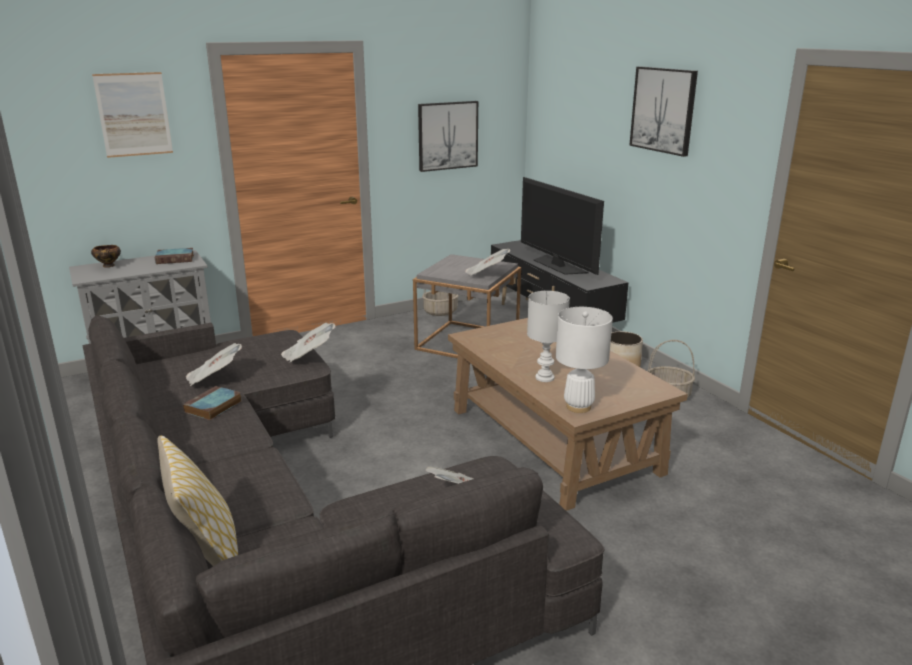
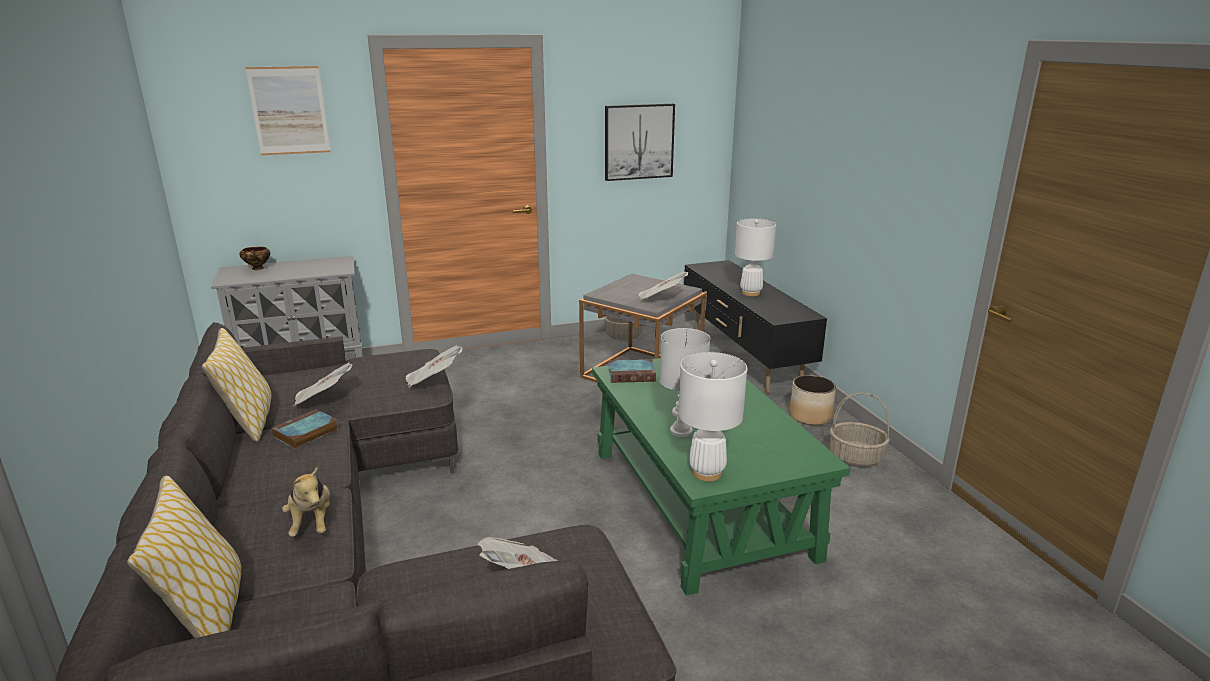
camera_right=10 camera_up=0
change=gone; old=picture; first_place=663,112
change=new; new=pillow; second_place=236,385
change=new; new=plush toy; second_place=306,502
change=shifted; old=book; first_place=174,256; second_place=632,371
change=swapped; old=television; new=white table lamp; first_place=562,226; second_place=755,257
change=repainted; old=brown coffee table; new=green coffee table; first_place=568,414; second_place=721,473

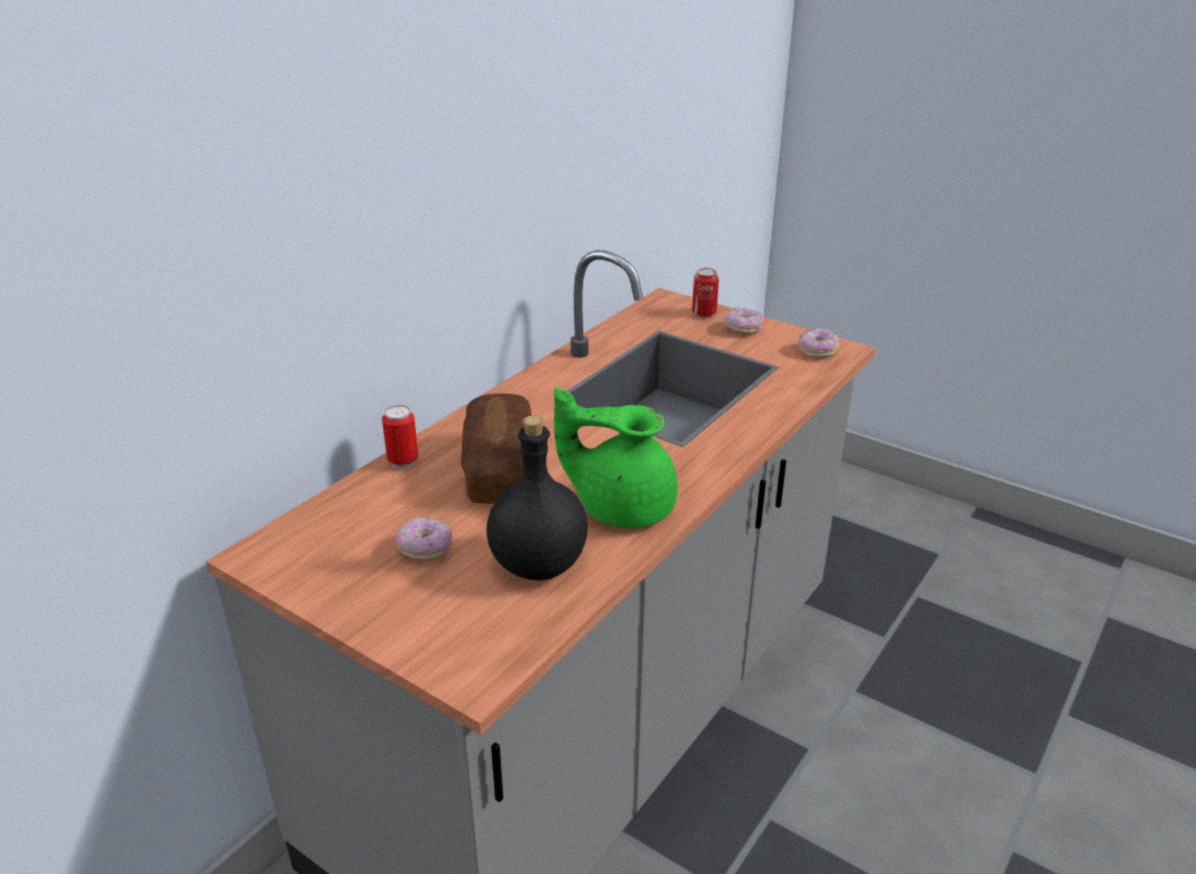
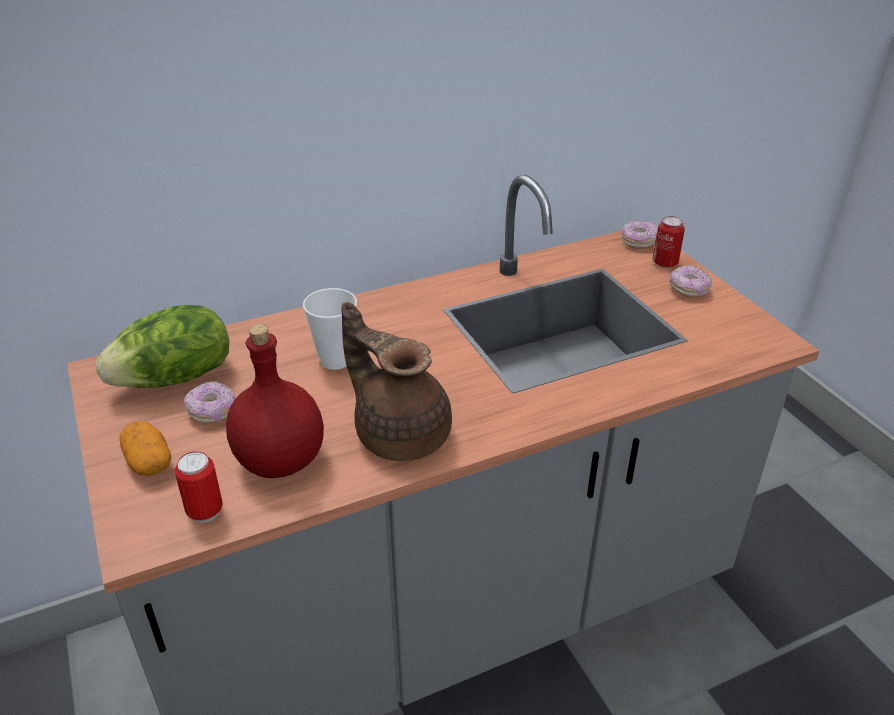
camera_right=30 camera_up=5
change=new; new=lettuce; second_place=162,346
change=new; new=potato; second_place=146,448
change=shifted; old=can; first_place=400,437; second_place=199,487
change=shifted; old=donut; first_place=819,343; second_place=639,235
change=swapped; old=bread; new=cup; first_place=496,448; second_place=330,329
change=repainted; old=black bottle; new=red bottle; first_place=537,498; second_place=275,401
change=repainted; old=green teapot; new=brown teapot; first_place=616,457; second_place=396,381

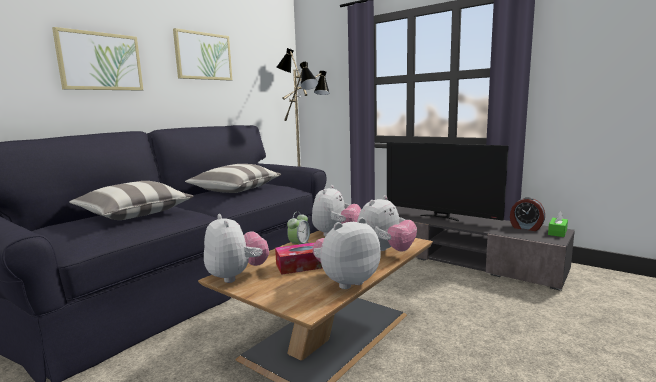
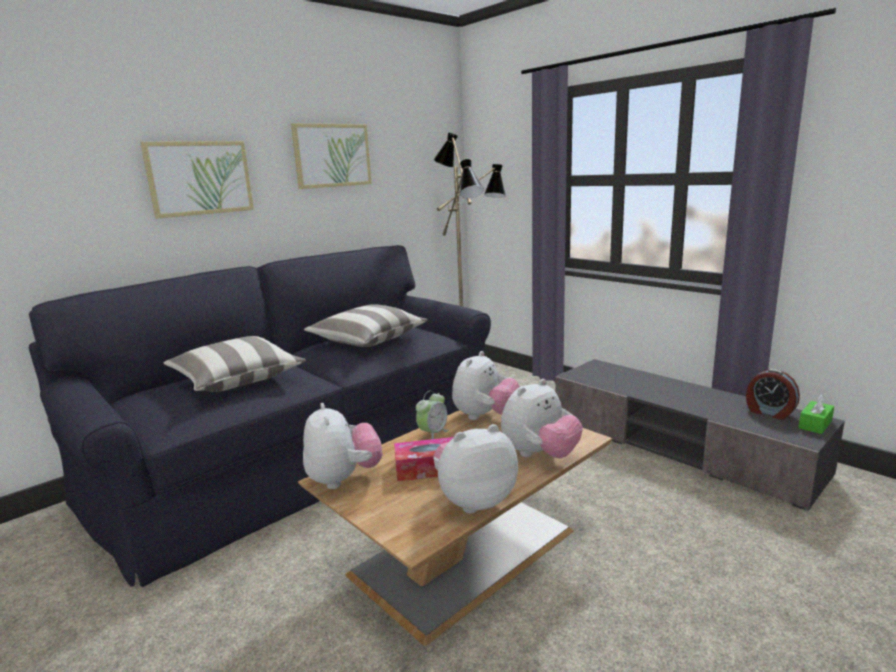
camera_right=10 camera_up=5
change=gone; old=television; first_place=448,181

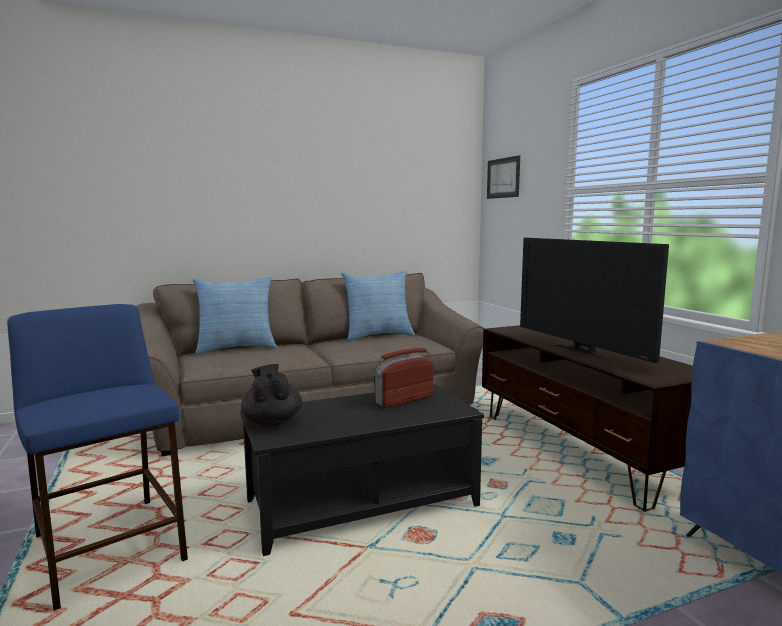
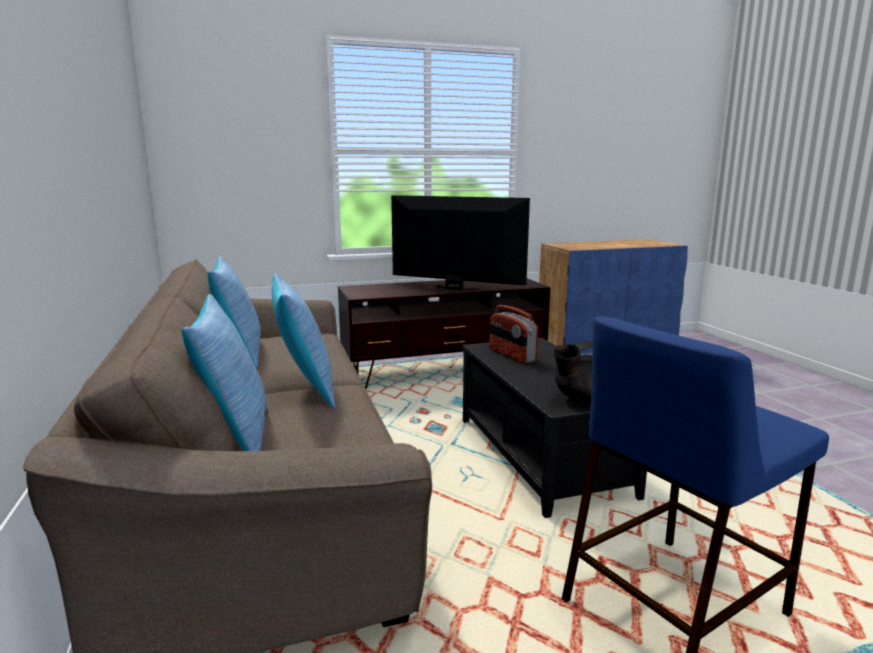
camera_right=-85 camera_up=5
change=gone; old=picture; first_place=503,177
change=new; new=pillow; second_place=303,341
change=rotated; old=television; first_place=594,300; second_place=460,242; degrees=-135

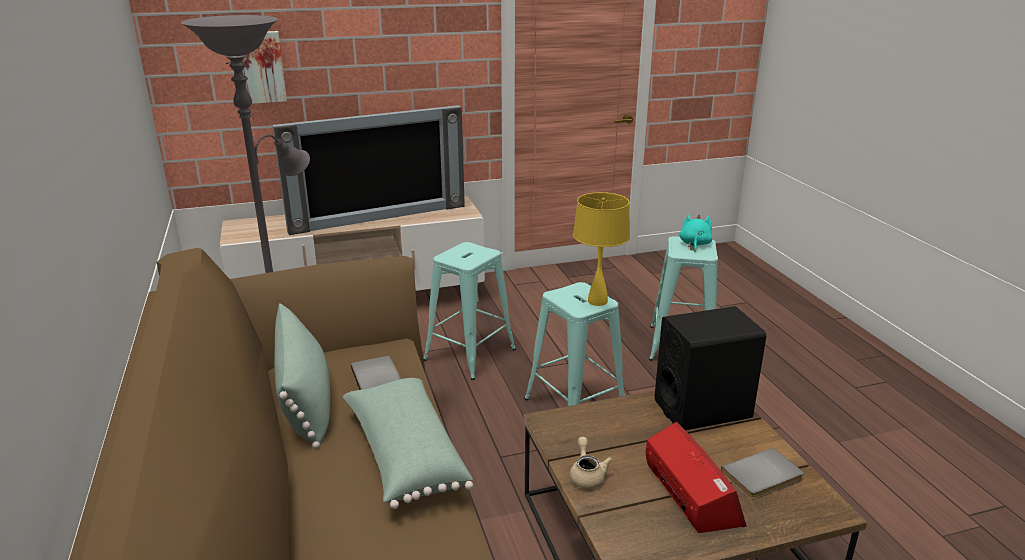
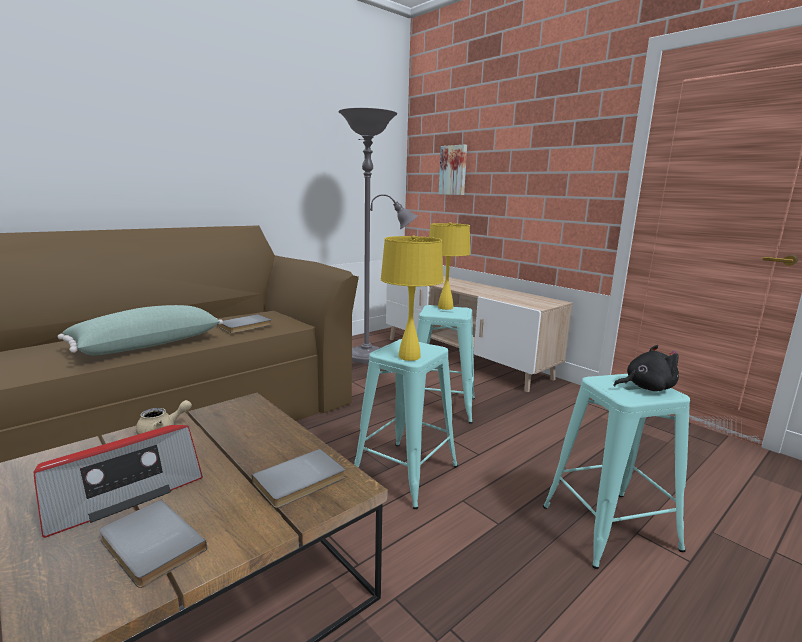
camera_right=65 camera_up=-10
change=gone; old=television; first_place=368,170
change=gone; old=green pillow; first_place=302,376
change=new; new=yellow table lamp; second_place=449,266
change=swapped; old=black speaker; new=grey book; first_place=710,368; second_place=298,478
change=repainted; old=turquoise plush toy; new=black plush toy; first_place=695,233; second_place=646,368

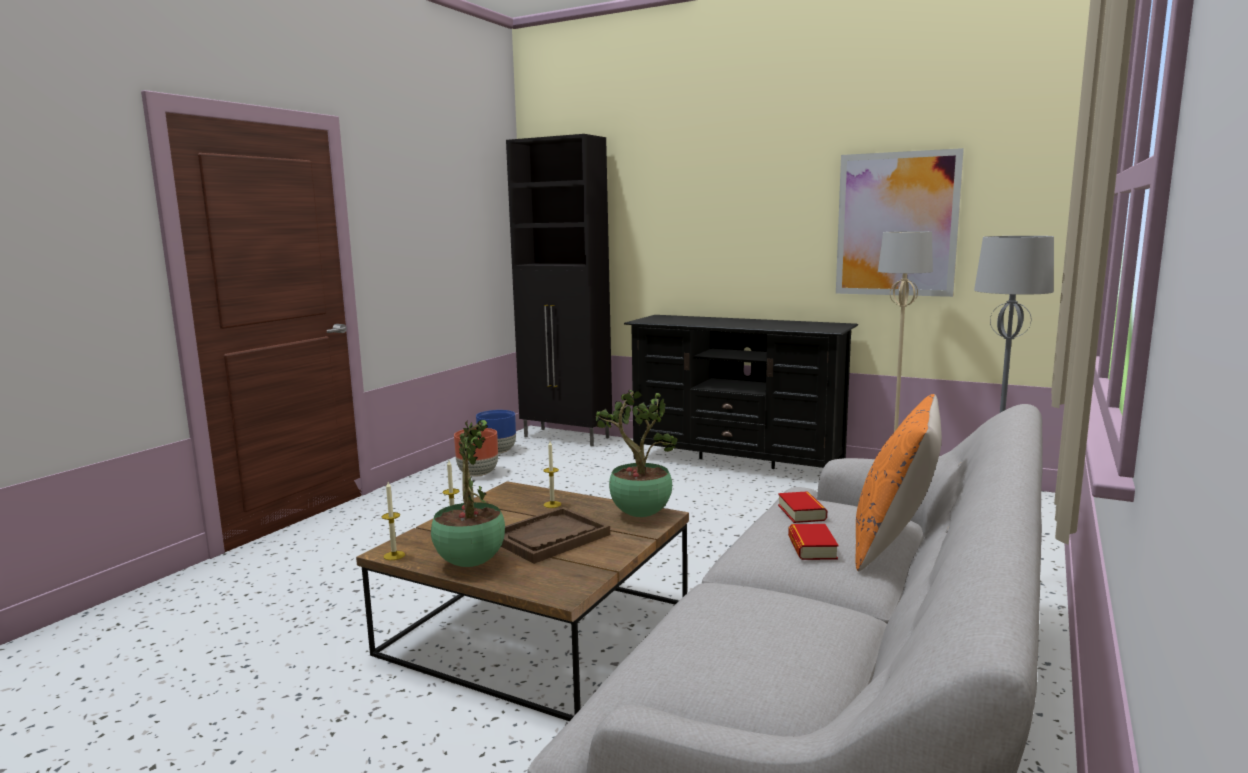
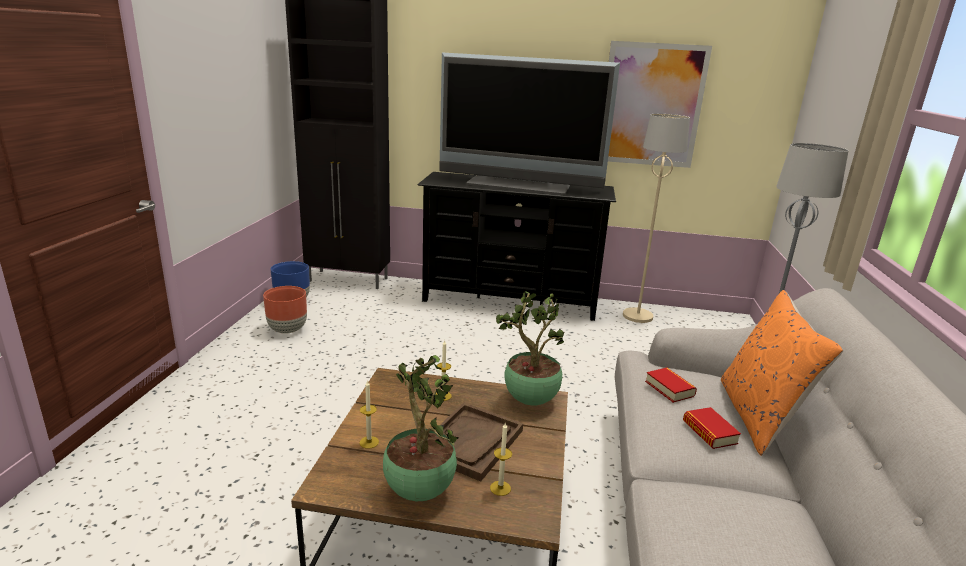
camera_right=-20 camera_up=10
change=new; new=television; second_place=529,124
change=shifted; old=candle; first_place=393,521; second_place=501,459

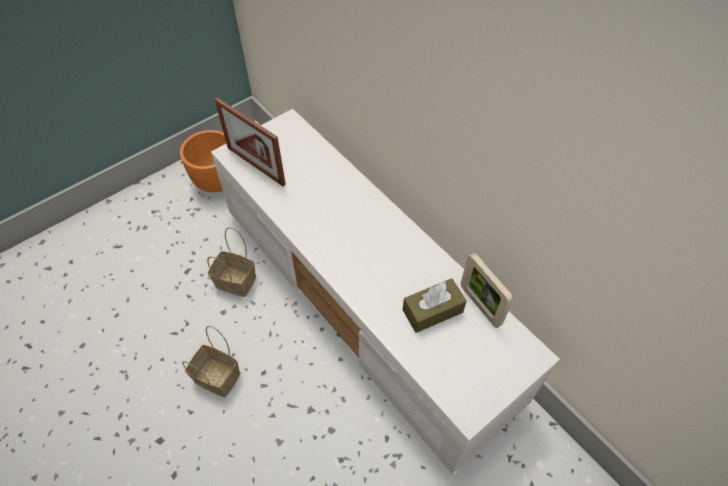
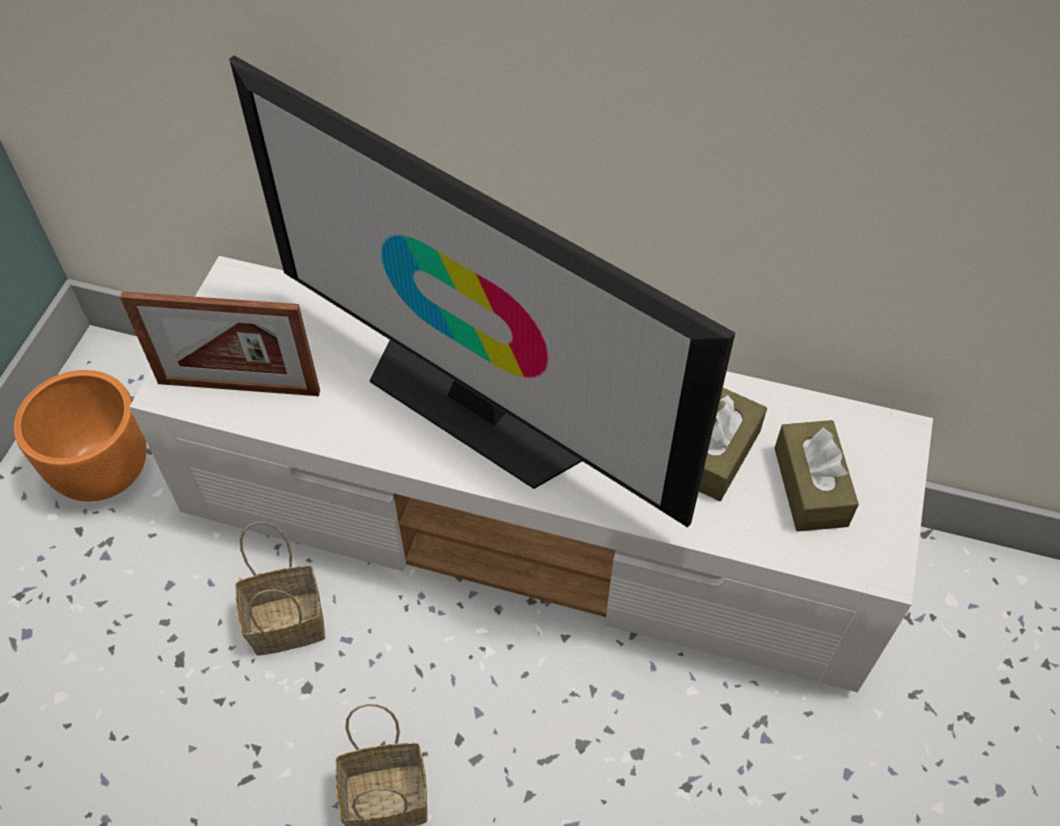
camera_right=-35 camera_up=0
change=gone; old=picture frame; first_place=487,290
change=new; new=television; second_place=482,292
change=new; new=brown tissue box; second_place=816,476

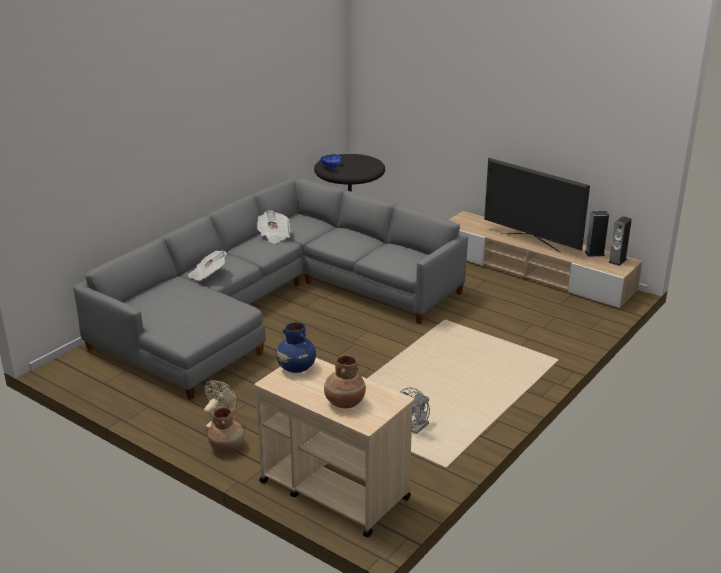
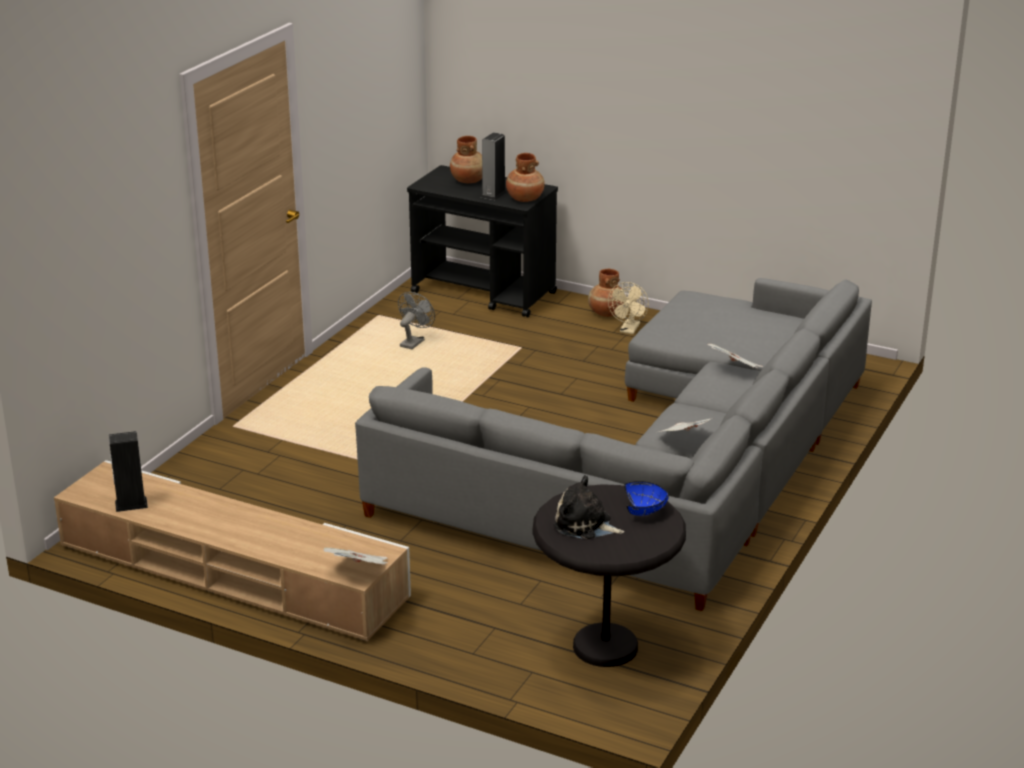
camera_right=170 camera_up=0
change=gone; old=television; first_place=537,205
change=new; new=newspaper; second_place=355,556
change=new; new=plush toy; second_place=588,507
change=shifted; old=speaker; first_place=620,241; second_place=493,166
change=repainted; old=beige cart; new=black cart; first_place=334,448; second_place=482,241
change=repainted; old=blue vase; new=brown vase; first_place=296,347; second_place=525,177

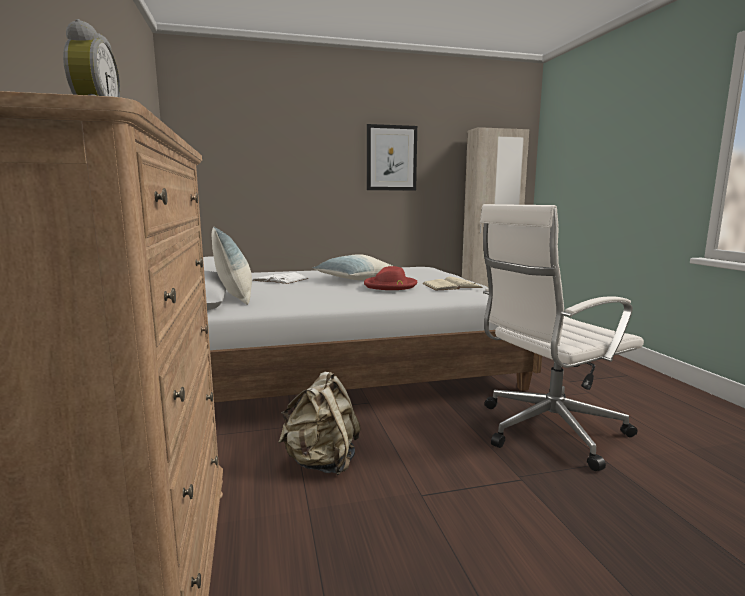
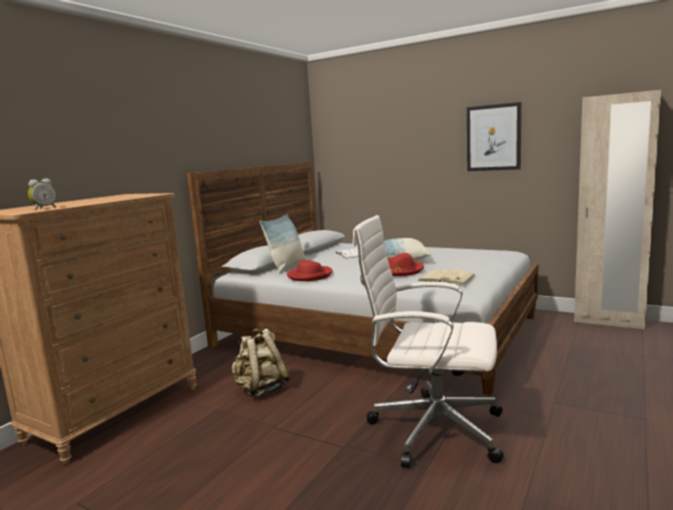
camera_right=45 camera_up=0
change=new; new=red hat; second_place=310,270

